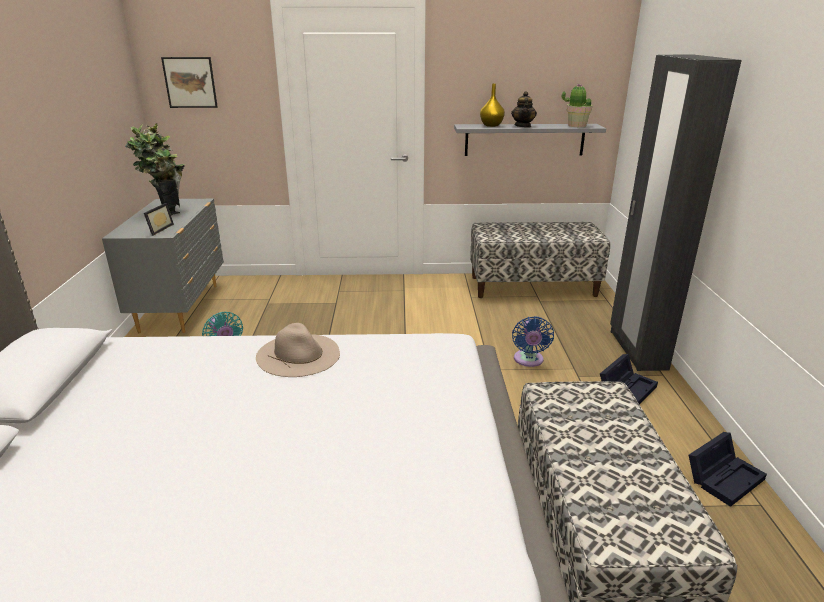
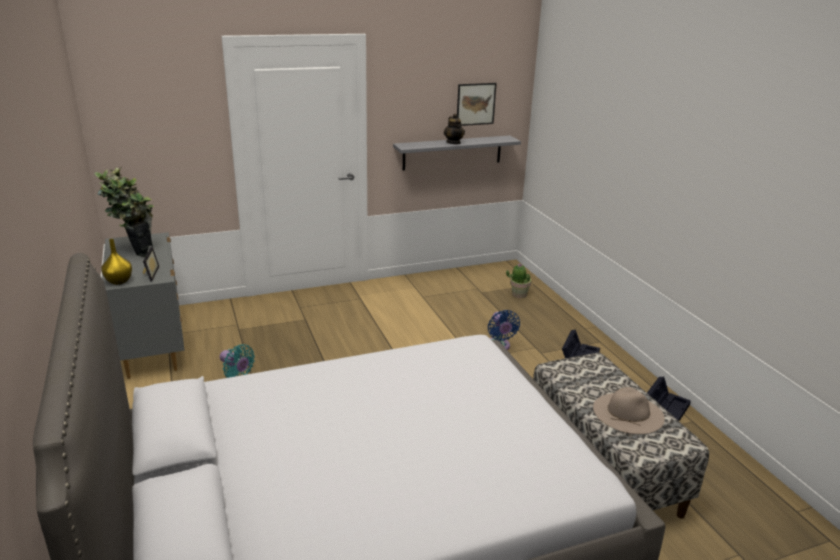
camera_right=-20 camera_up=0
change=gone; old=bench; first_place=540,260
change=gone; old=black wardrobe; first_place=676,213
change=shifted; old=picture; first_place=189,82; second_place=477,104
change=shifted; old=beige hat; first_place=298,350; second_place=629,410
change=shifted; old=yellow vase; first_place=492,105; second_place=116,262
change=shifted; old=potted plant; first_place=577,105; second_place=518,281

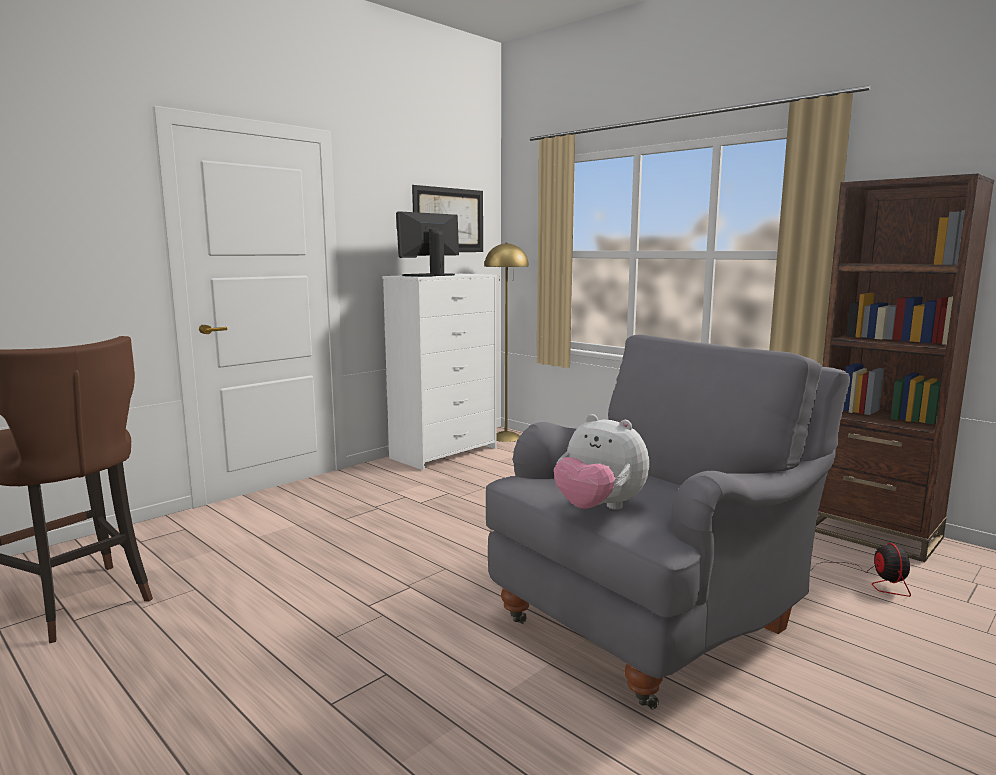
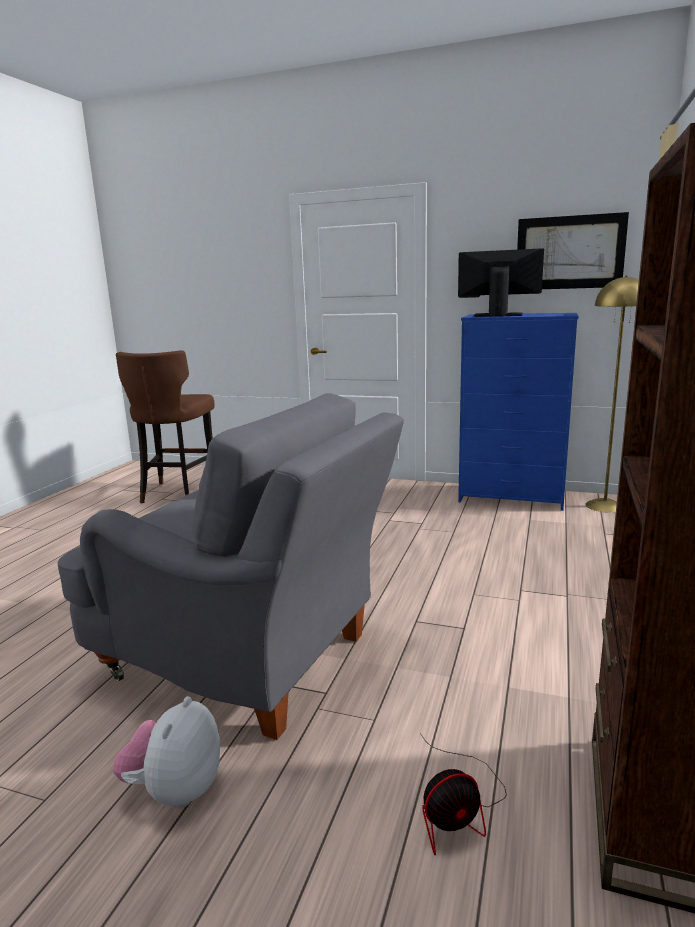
camera_right=65 camera_up=5
change=shifted; old=plush toy; first_place=601,462; second_place=166,752
change=repainted; old=white dresser; new=blue dresser; first_place=439,372; second_place=518,412

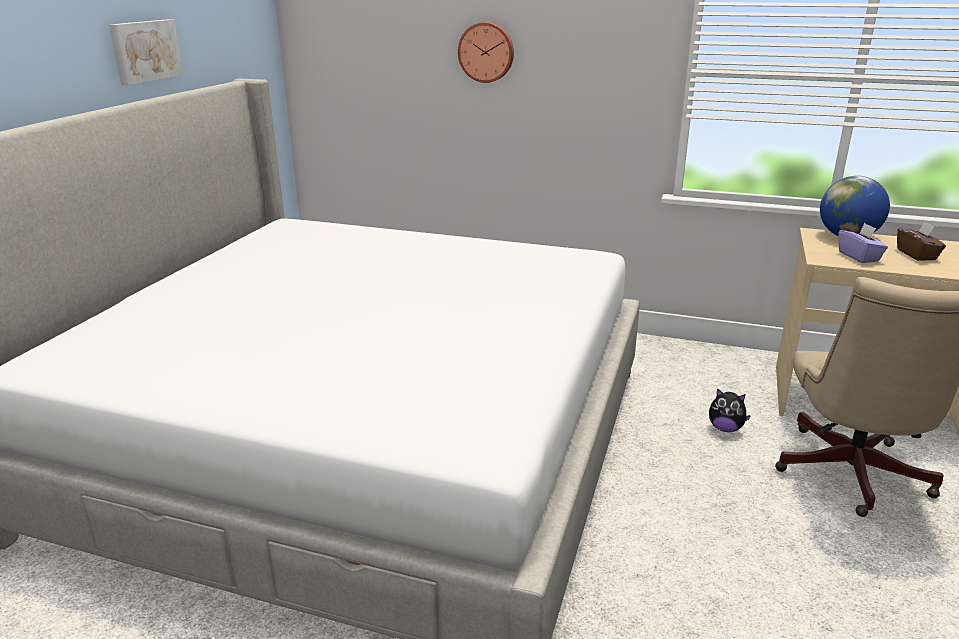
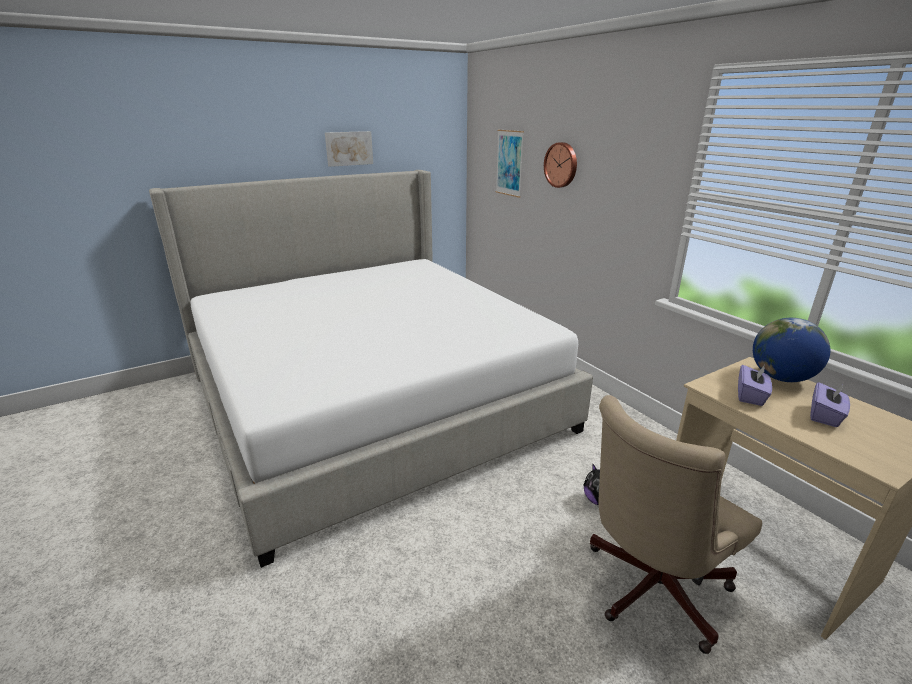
camera_right=40 camera_up=0
change=new; new=picture; second_place=510,164
change=repainted; old=brown tissue box; new=purple tissue box; first_place=921,241; second_place=830,404

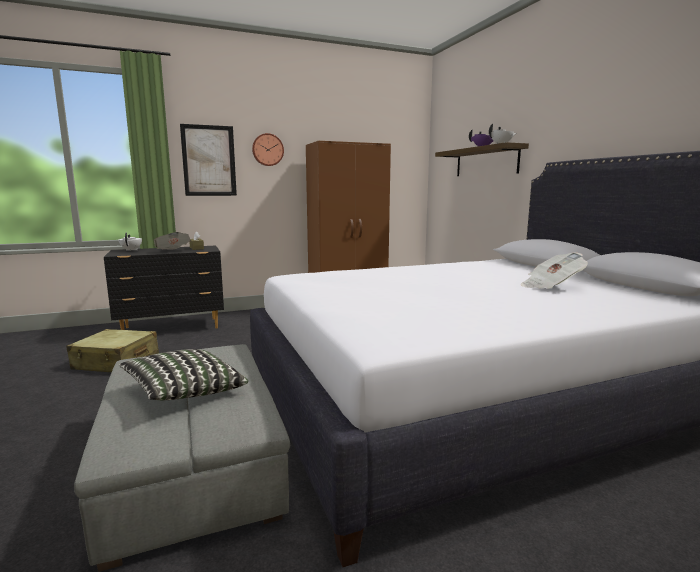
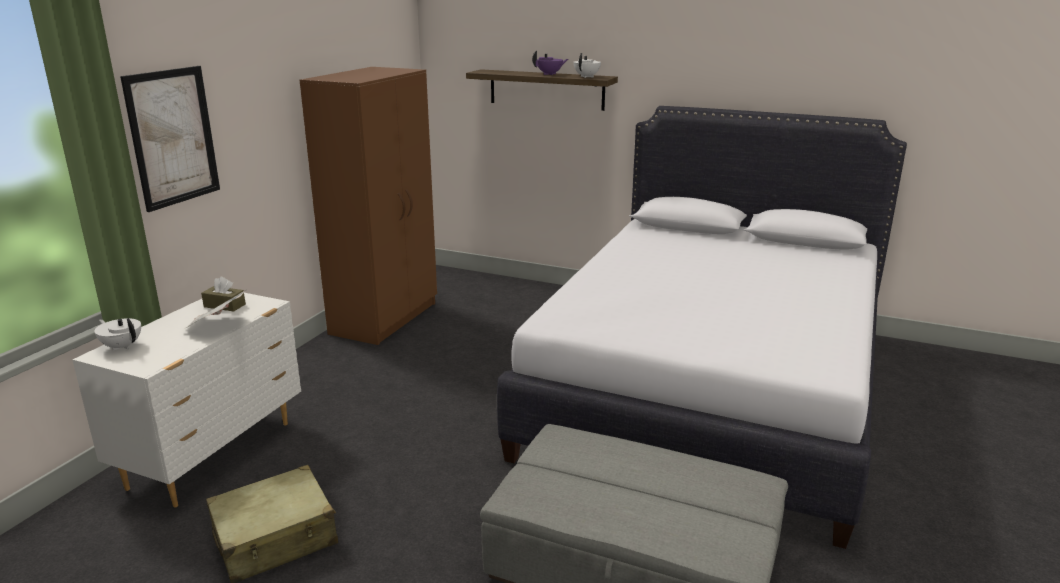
camera_right=-45 camera_up=10
change=gone; old=pillow; first_place=183,374
change=gone; old=wall clock; first_place=268,149
change=gone; old=newspaper; first_place=554,270
change=repainted; old=black dresser; new=white dresser; first_place=164,287; second_place=186,400

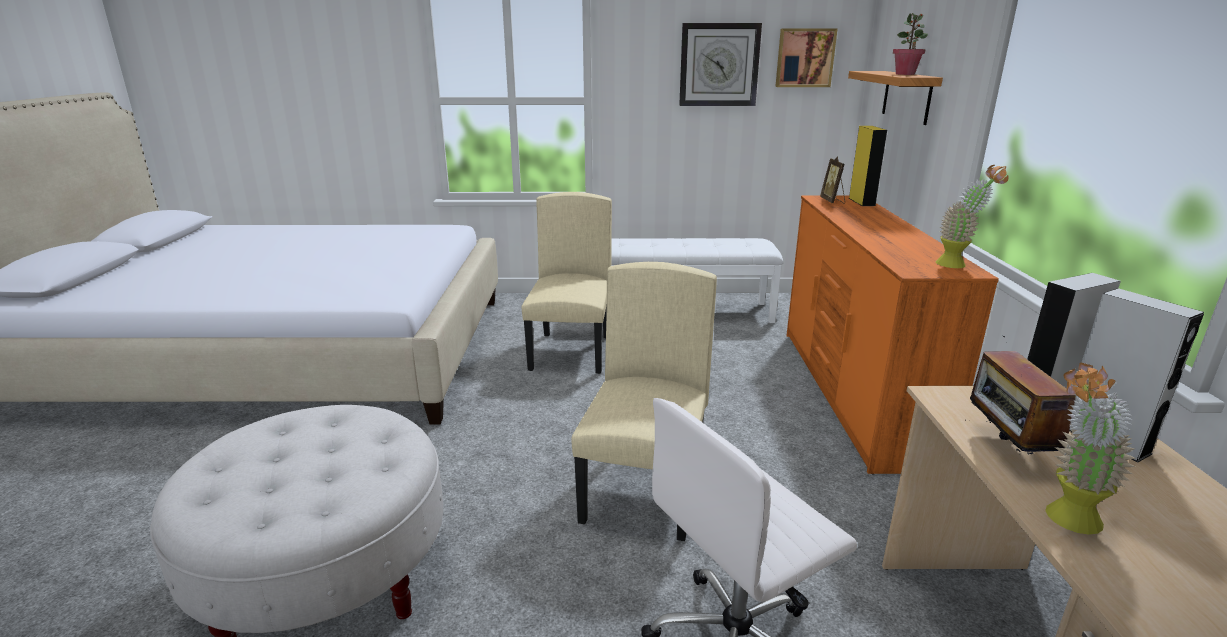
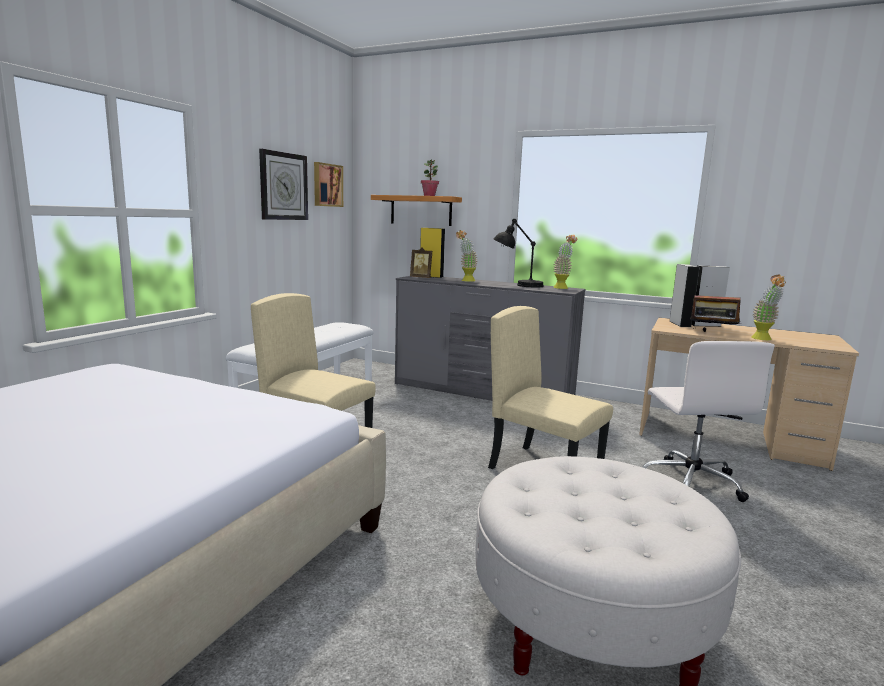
camera_right=-65 camera_up=-10
change=new; new=potted plant; second_place=466,256
change=new; new=black table lamp; second_place=519,253
change=repainted; old=orange dresser; new=grey dresser; first_place=892,335; second_place=490,338

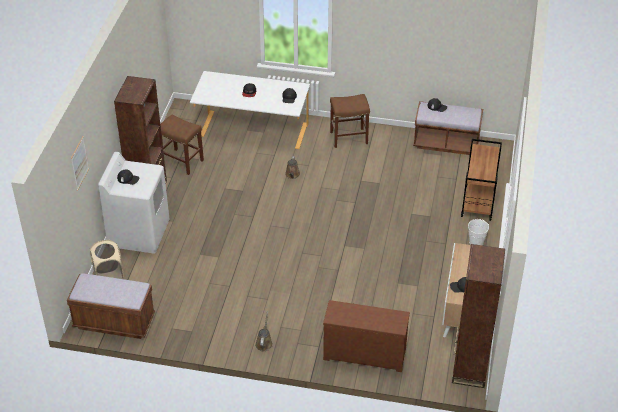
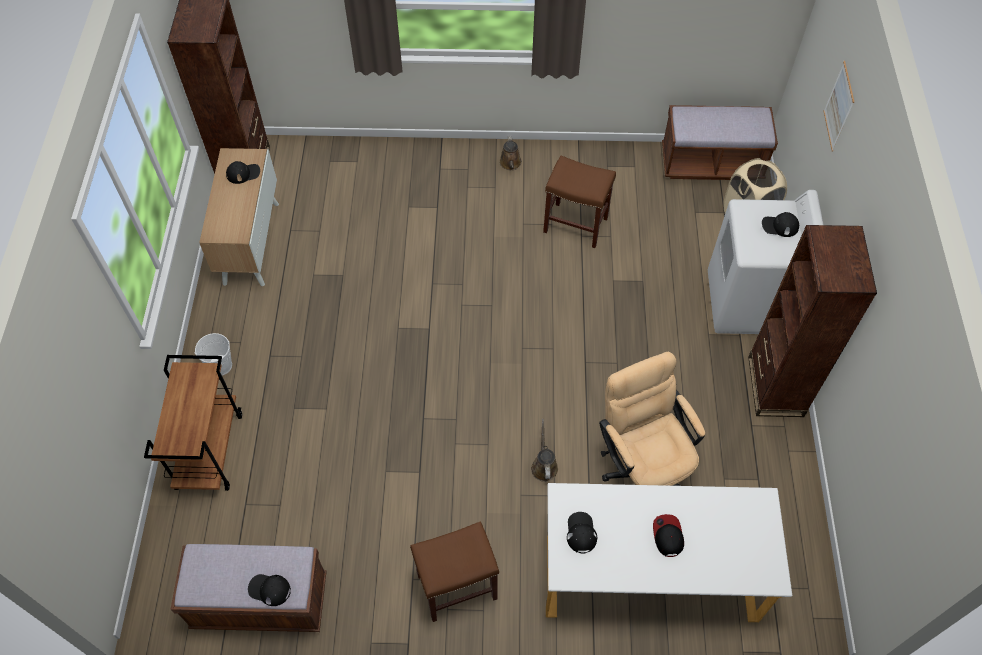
camera_right=170 camera_up=15
change=gone; old=brown dresser; first_place=366,336
change=new; new=beige office chair; second_place=652,419
change=shifted; old=brown stool; first_place=182,144; second_place=579,202

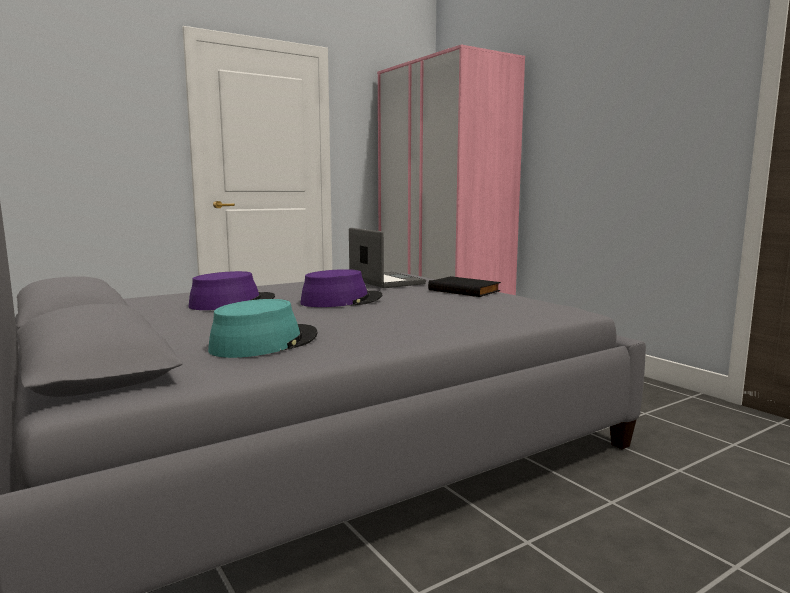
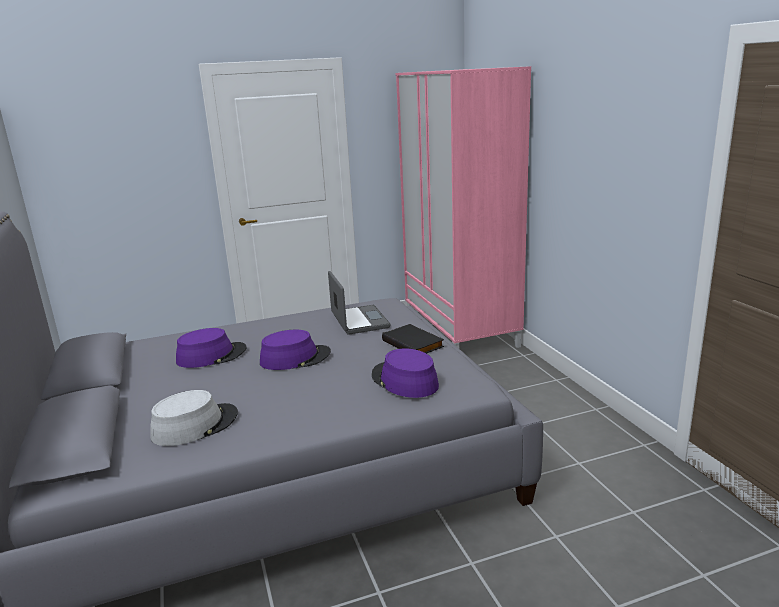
camera_right=15 camera_up=10
change=new; new=purple hat; second_place=405,373
change=repainted; old=turquoise hat; new=grey hat; first_place=263,328; second_place=194,418

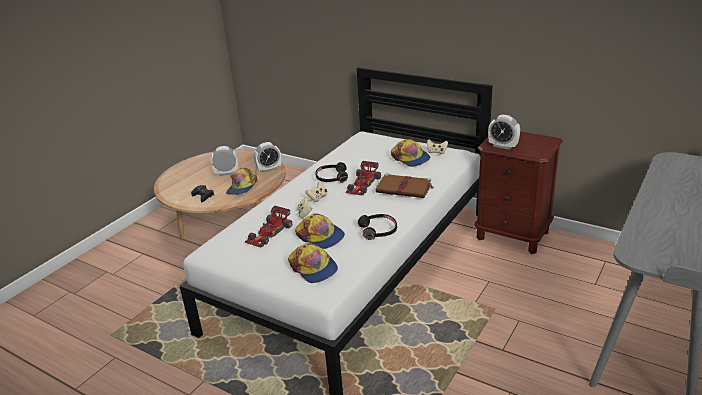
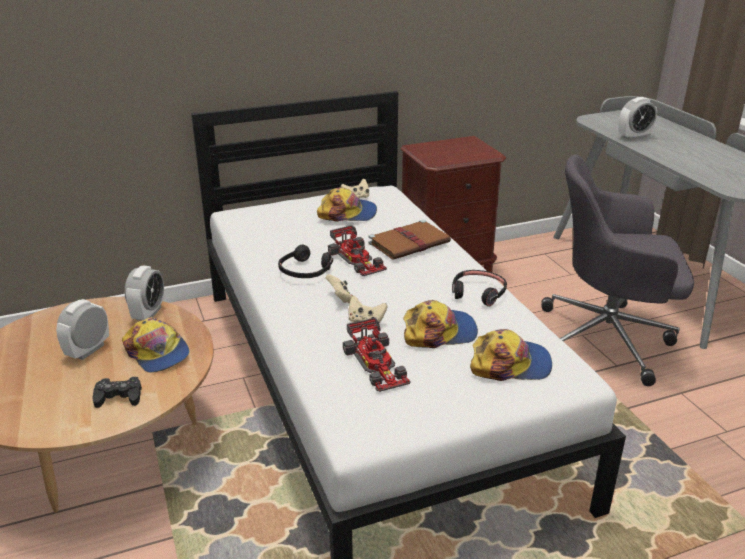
camera_right=-55 camera_up=0
change=new; new=grey office chair; second_place=617,270
change=shifted; old=alarm clock; first_place=504,132; second_place=637,118

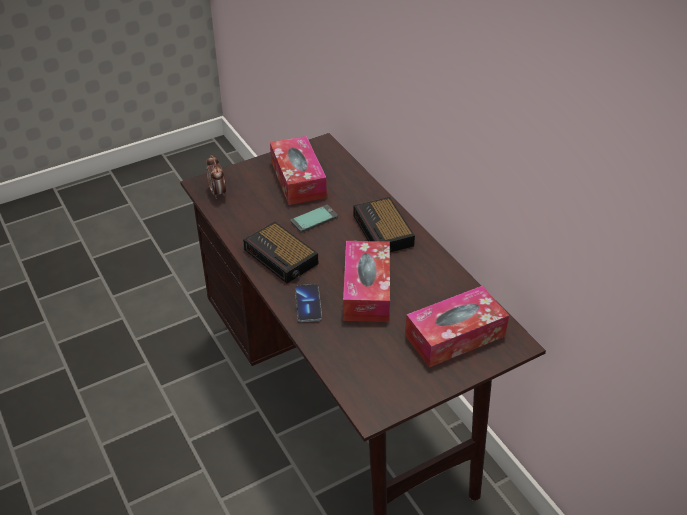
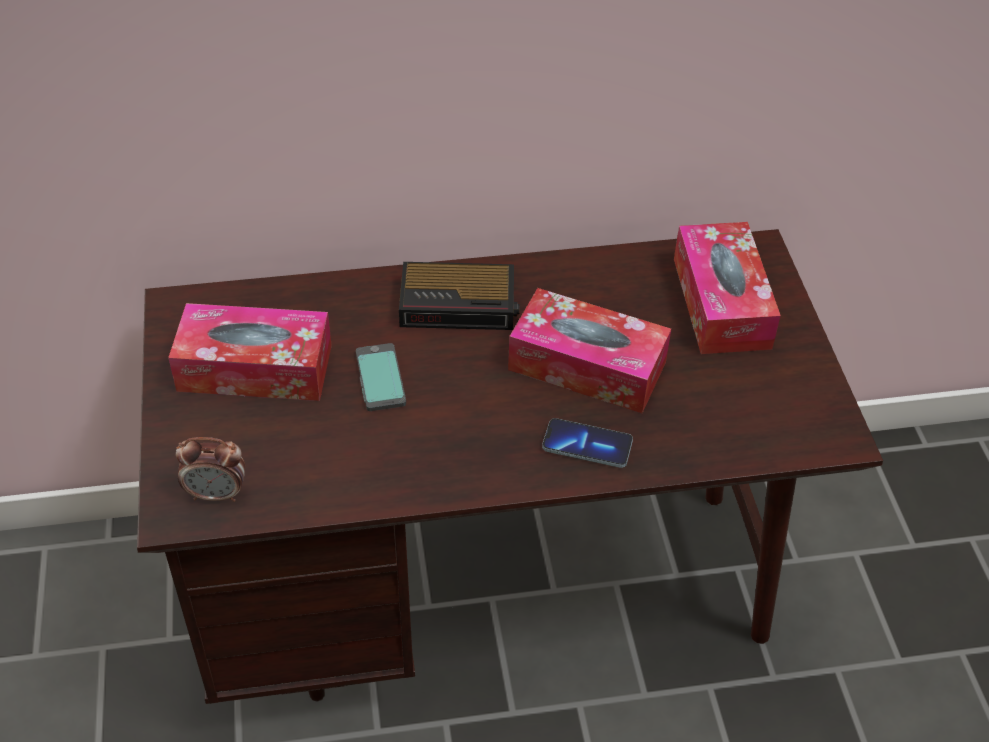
camera_right=-70 camera_up=5
change=gone; old=alarm clock; first_place=280,252

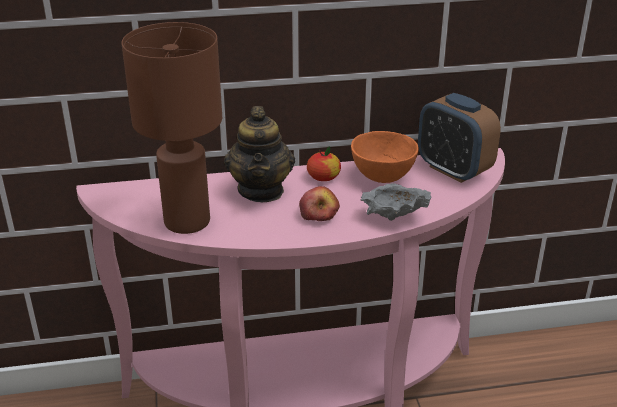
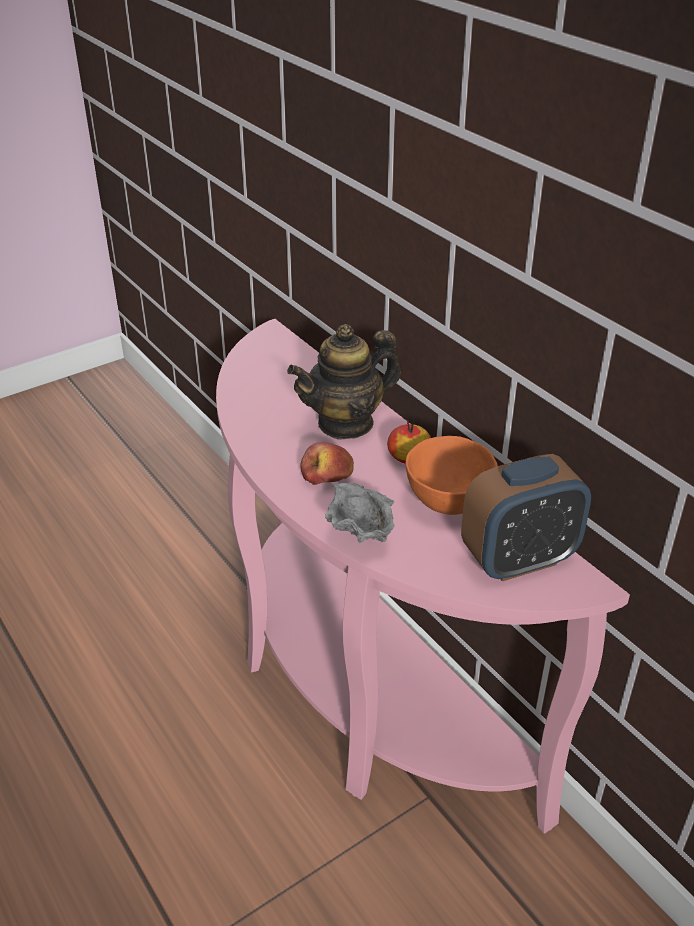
camera_right=65 camera_up=5
change=gone; old=brown table lamp; first_place=171,128
change=rotated; old=alarm clock; first_place=459,138; second_place=526,517; degrees=-135

